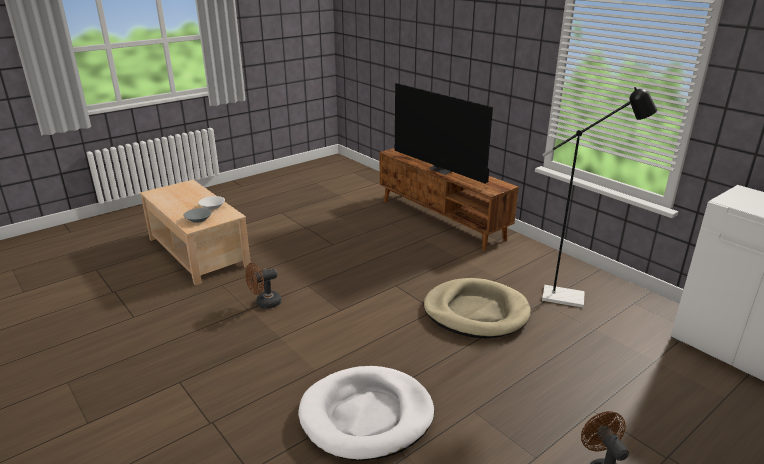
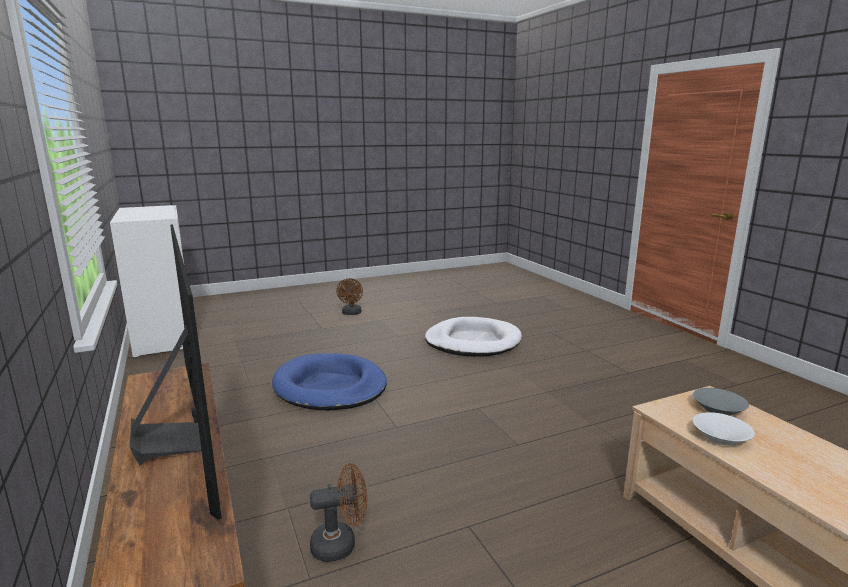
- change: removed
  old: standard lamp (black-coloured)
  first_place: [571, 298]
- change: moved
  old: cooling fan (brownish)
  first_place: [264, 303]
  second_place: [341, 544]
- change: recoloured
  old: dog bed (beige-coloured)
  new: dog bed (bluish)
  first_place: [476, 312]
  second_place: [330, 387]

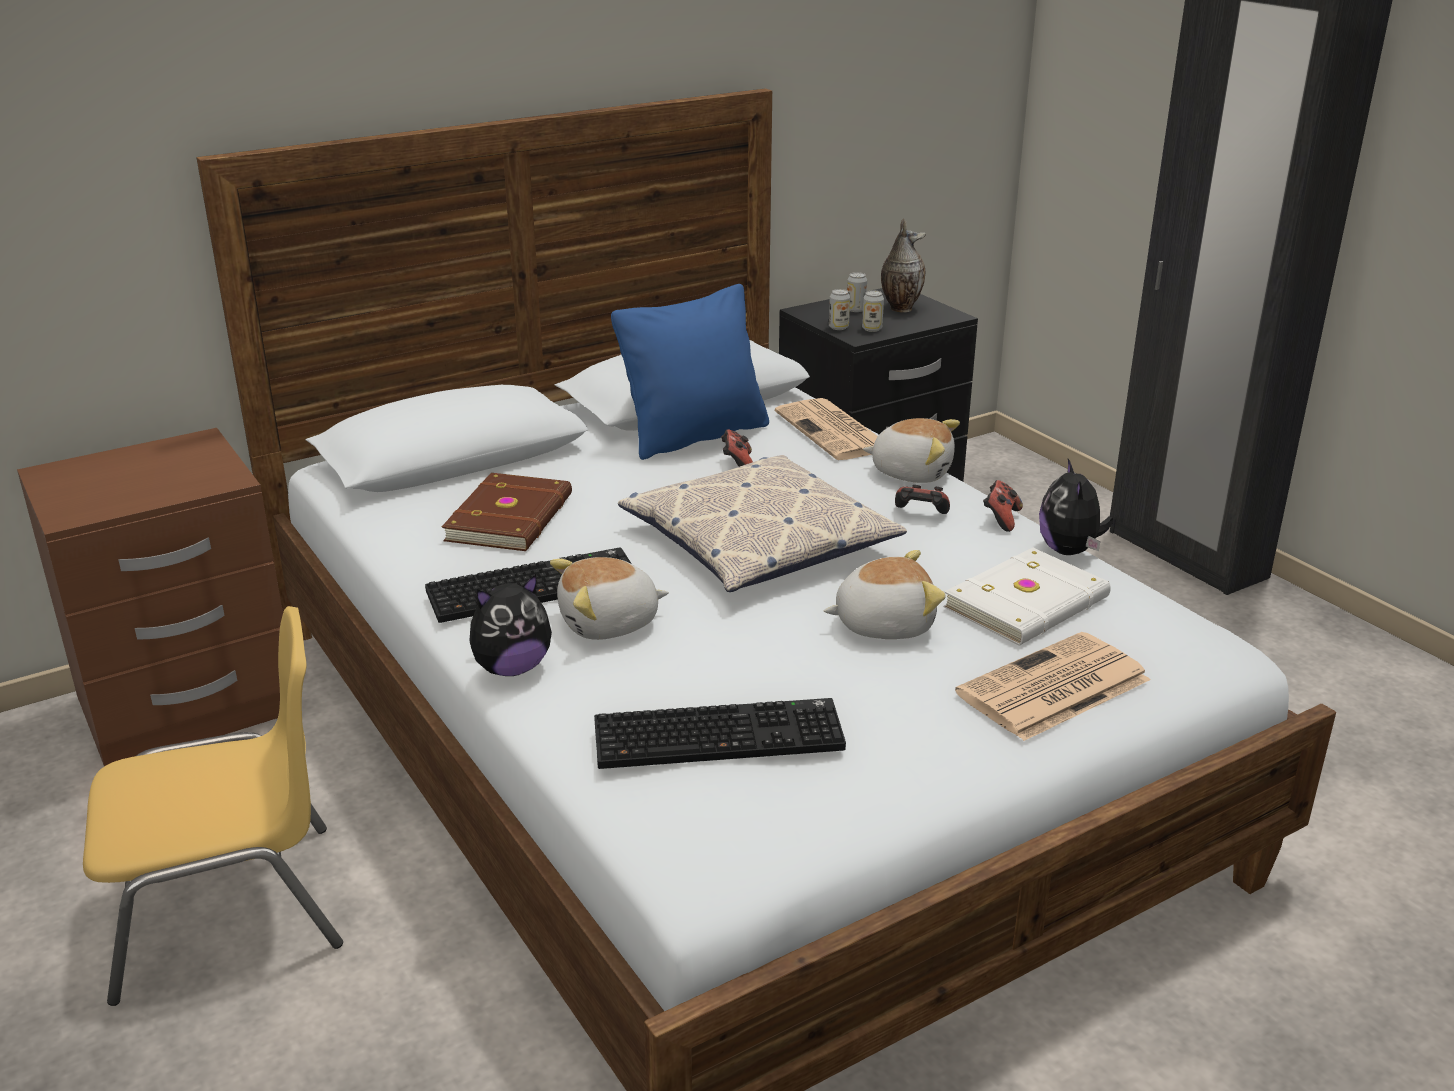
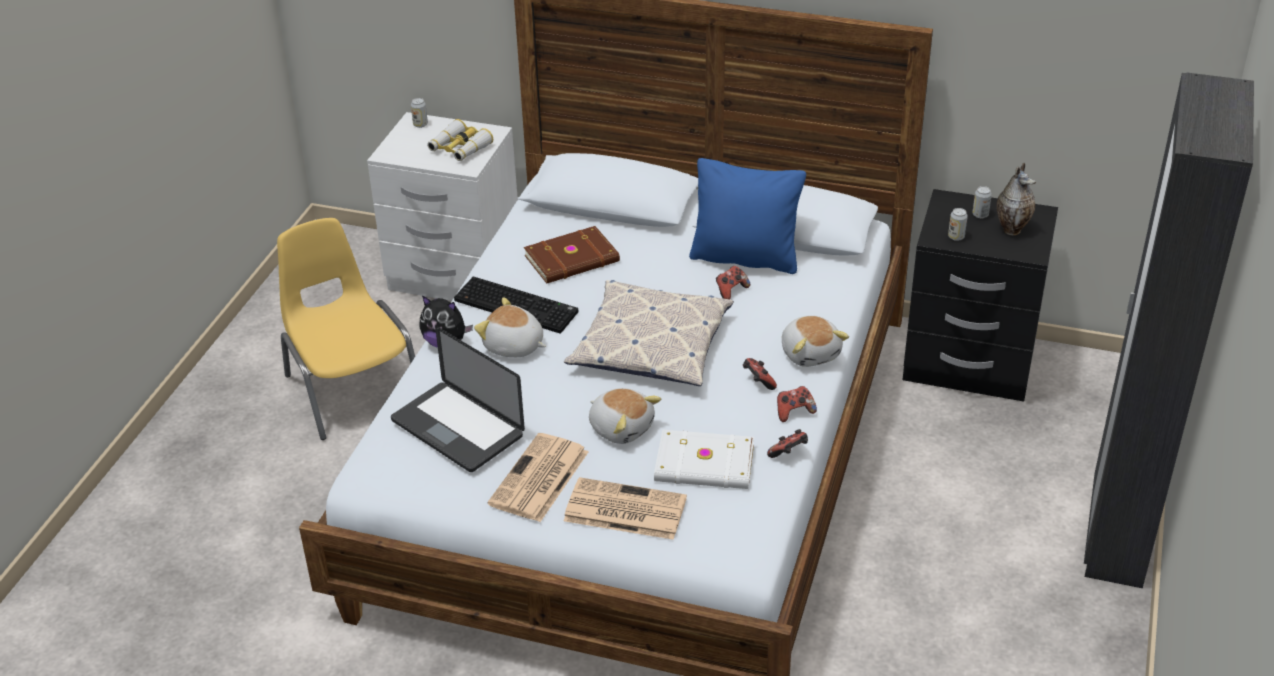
- change: added
  new: pair of binoculars
  second_place: [460, 148]
- change: moved
  old: printed paper
  first_place: [835, 432]
  second_place: [539, 479]
- change: moved
  old: sealed can
  first_place: [838, 327]
  second_place: [420, 124]
- change: replaced
  old: keyboard
  new: portable computer
  first_place: [720, 734]
  second_place: [457, 428]
- change: replaced
  old: cuddly toy
  new: game controller
  first_place: [1070, 551]
  second_place: [789, 454]
- change: recoloured
  old: bedside table (brownish)
  new: bedside table (whitish)
  first_place: [188, 707]
  second_place: [454, 275]
- change: turned
  old: upright chair (yellow)
  first_place: [231, 908]
  second_place: [352, 388]
  degrees: -150

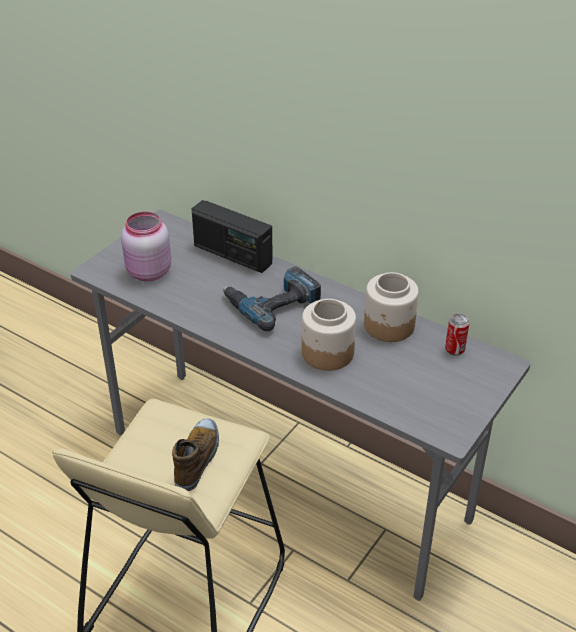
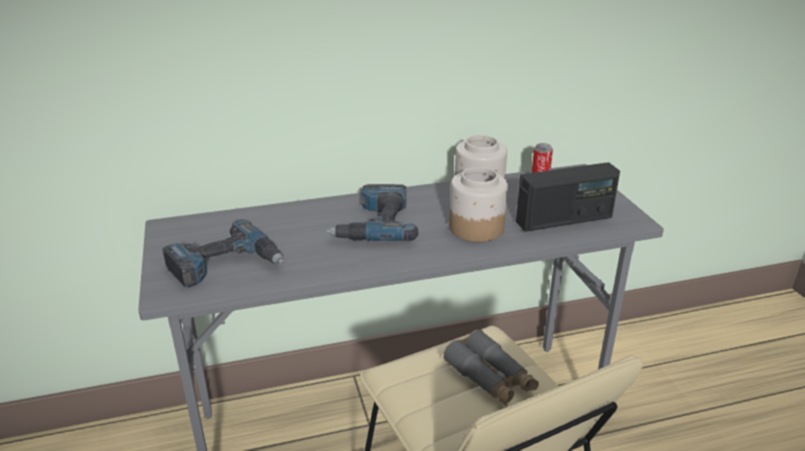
- change: moved
  old: radio
  first_place: [232, 255]
  second_place: [564, 220]
- change: replaced
  old: storage jar (pink)
  new: electric drill
  first_place: [147, 272]
  second_place: [226, 265]
- change: replaced
  old: shoe
  new: pair of binoculars (grey)
  first_place: [197, 459]
  second_place: [490, 378]

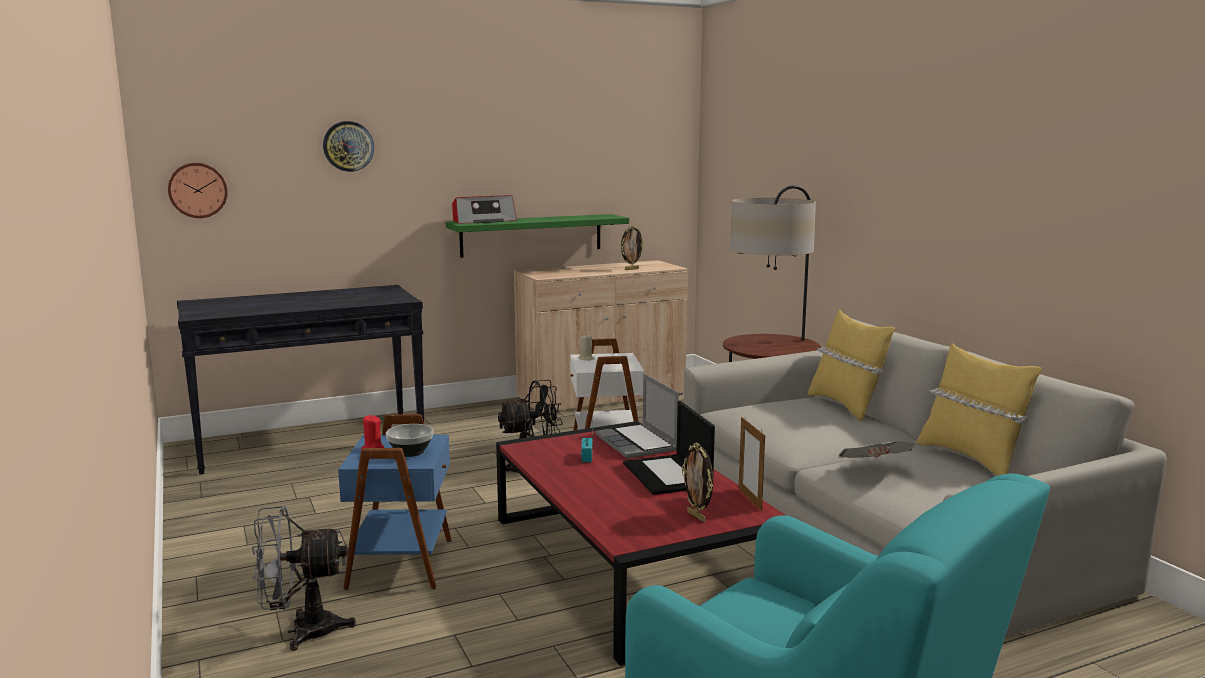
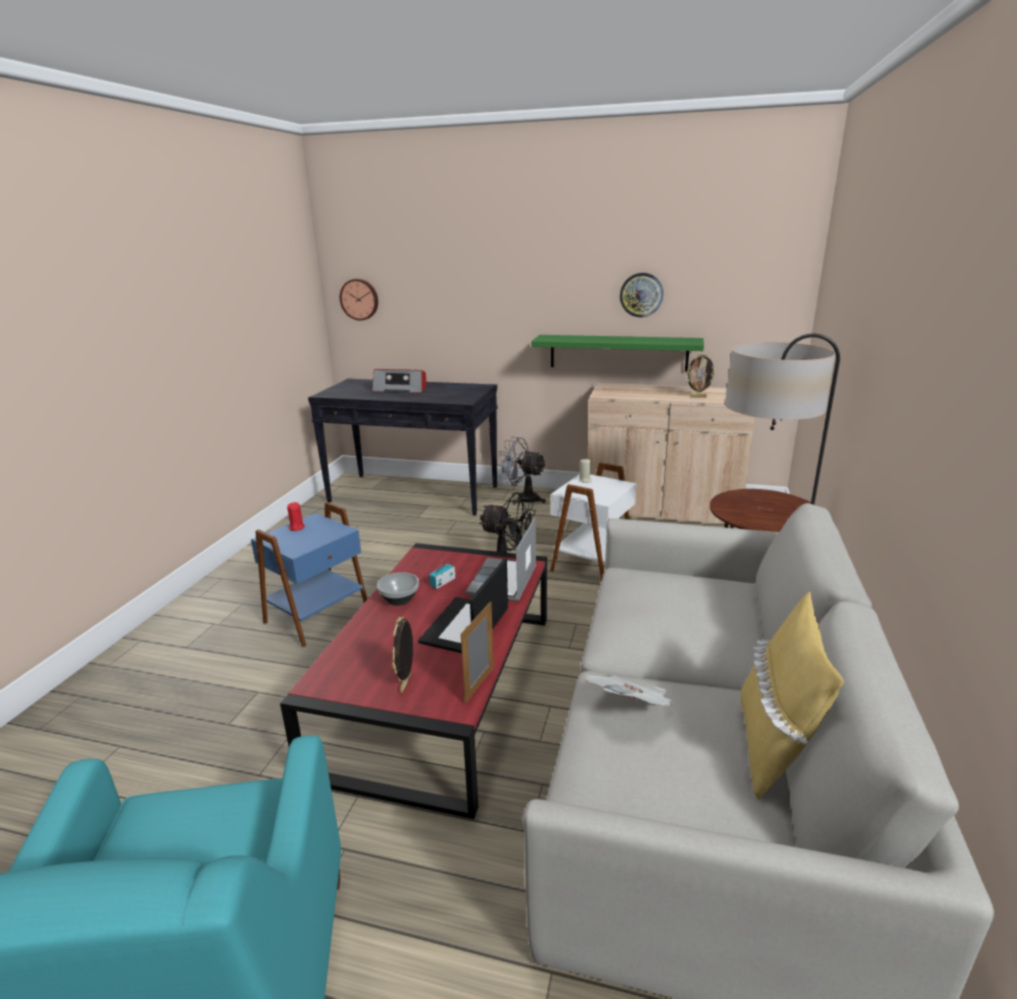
- change: removed
  old: throw pillow (yellow)
  first_place: [846, 405]
- change: moved
  old: cooling fan (grey)
  first_place: [302, 631]
  second_place: [522, 498]
- change: moved
  old: clock on the wall
  first_place: [348, 146]
  second_place: [641, 295]
- change: moved
  old: bowl
  first_place: [411, 452]
  second_place: [399, 600]
- change: moved
  old: radio
  first_place: [483, 221]
  second_place: [401, 389]

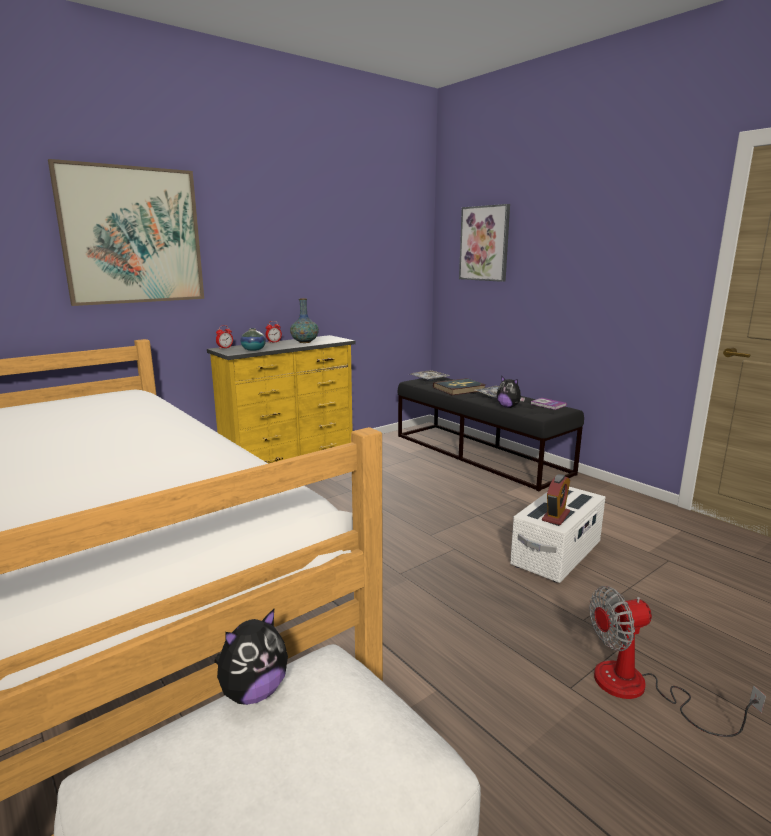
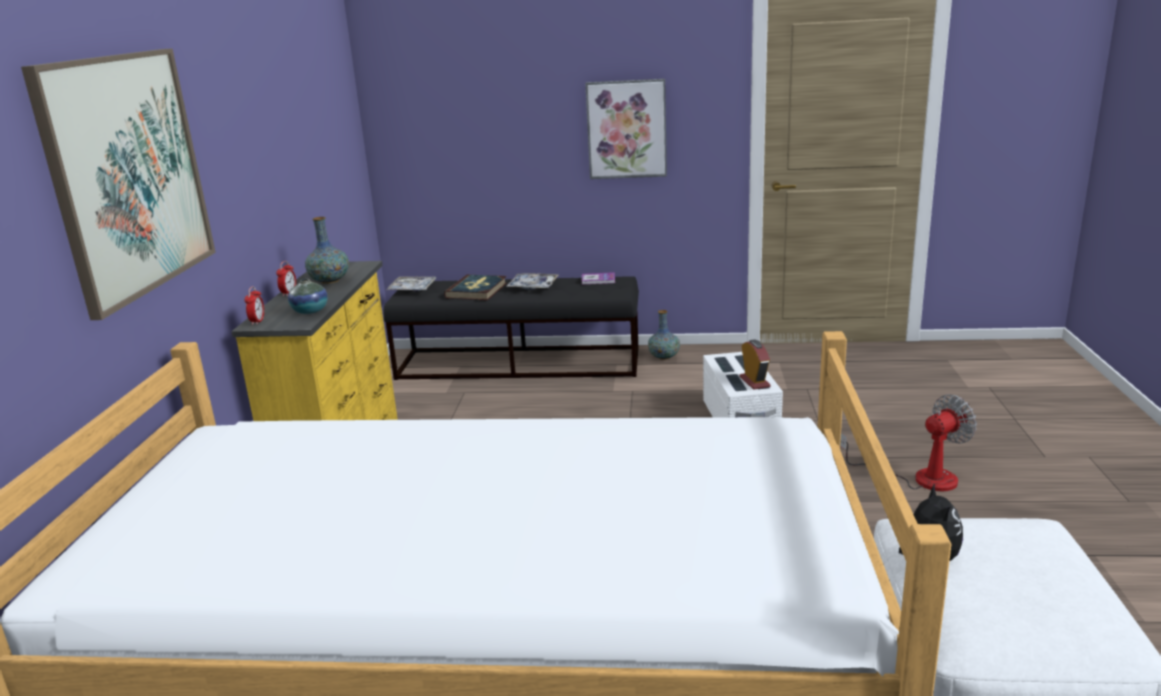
- change: removed
  old: cuddly toy
  first_place: [508, 407]
- change: added
  new: decorative vase
  second_place: [664, 357]
- change: moved
  old: wall art
  first_place: [484, 243]
  second_place: [626, 129]
- change: turned
  old: cooling fan
  first_place: [639, 689]
  second_place: [919, 478]
  degrees: -150

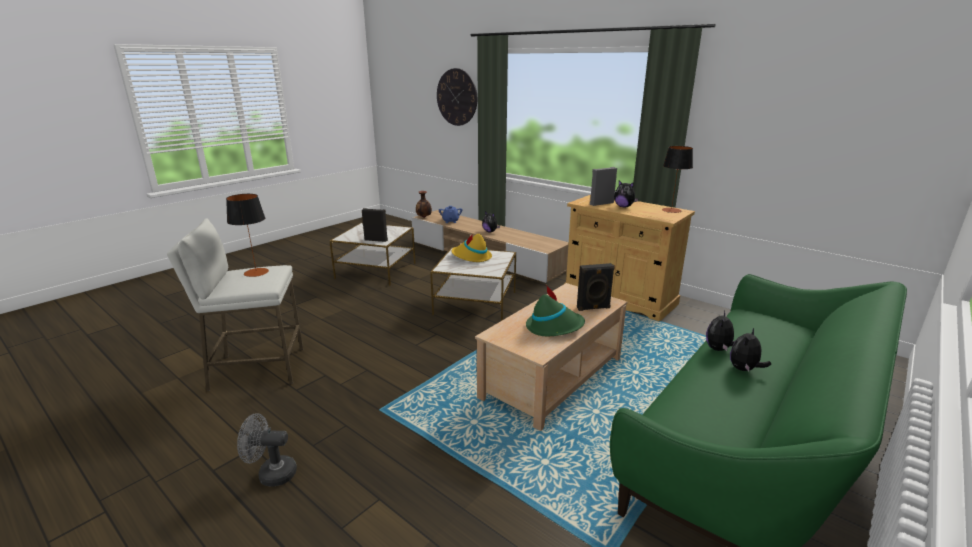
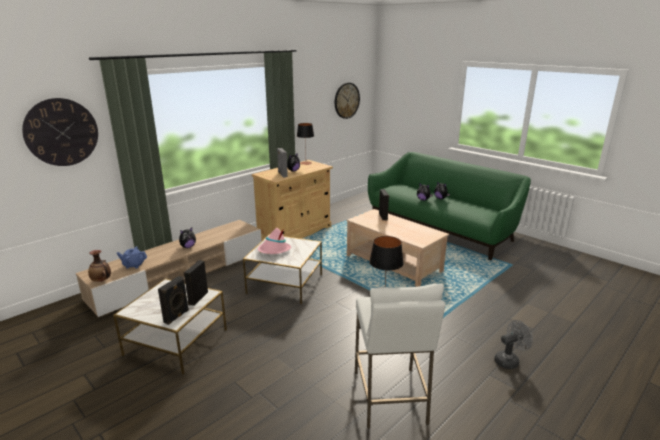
- change: removed
  old: hat (green)
  first_place: [554, 327]
- change: added
  new: audio speaker (black-coloured)
  second_place: [177, 316]
- change: added
  new: clock on the wall
  second_place: [346, 100]
- change: recoloured
  old: hat (yellow)
  new: hat (pink)
  first_place: [471, 257]
  second_place: [274, 250]
- change: turned
  old: cooling fan (grey)
  first_place: [271, 474]
  second_place: [509, 360]
  degrees: -120

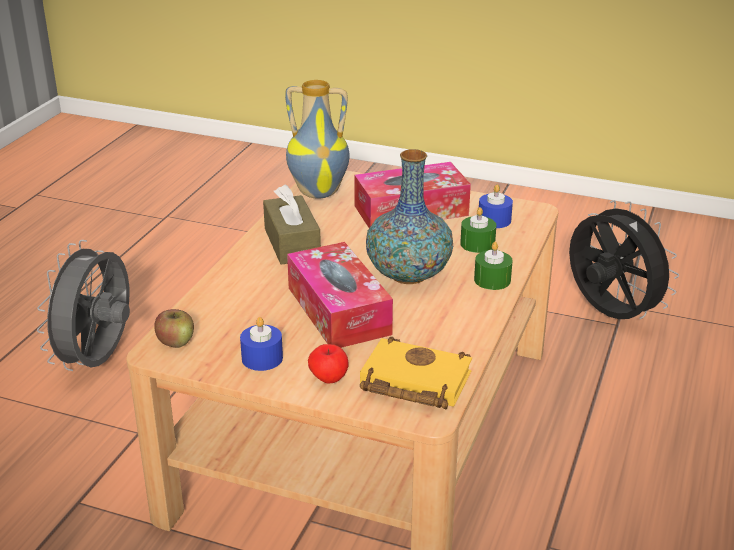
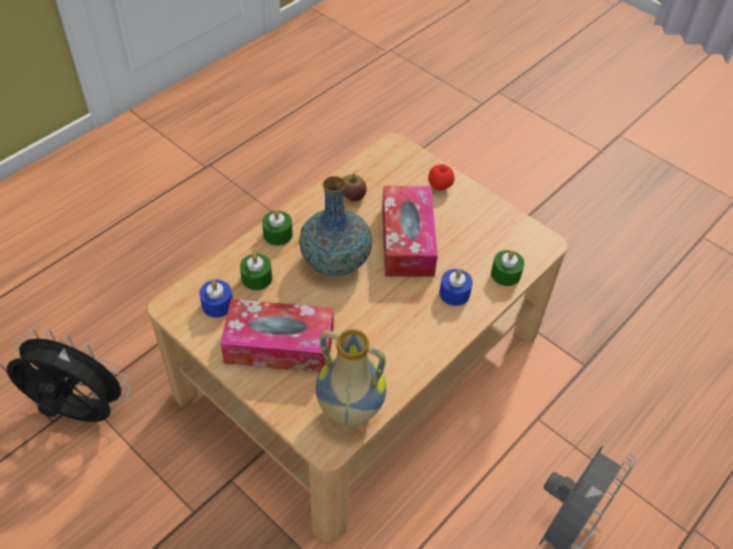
- change: removed
  old: tissue holder (brownish)
  first_place: [292, 243]
- change: removed
  old: volume (yellow)
  first_place: [411, 382]
- change: added
  new: wax candle (green)
  second_place: [505, 274]
- change: moved
  old: apple
  first_place: [176, 341]
  second_place: [352, 196]
- change: moved
  old: wax candle (bluish)
  first_place: [262, 358]
  second_place: [454, 293]
- change: turned
  old: cooling fan (black-coloured)
  first_place: [609, 315]
  second_place: [78, 412]
  degrees: 120

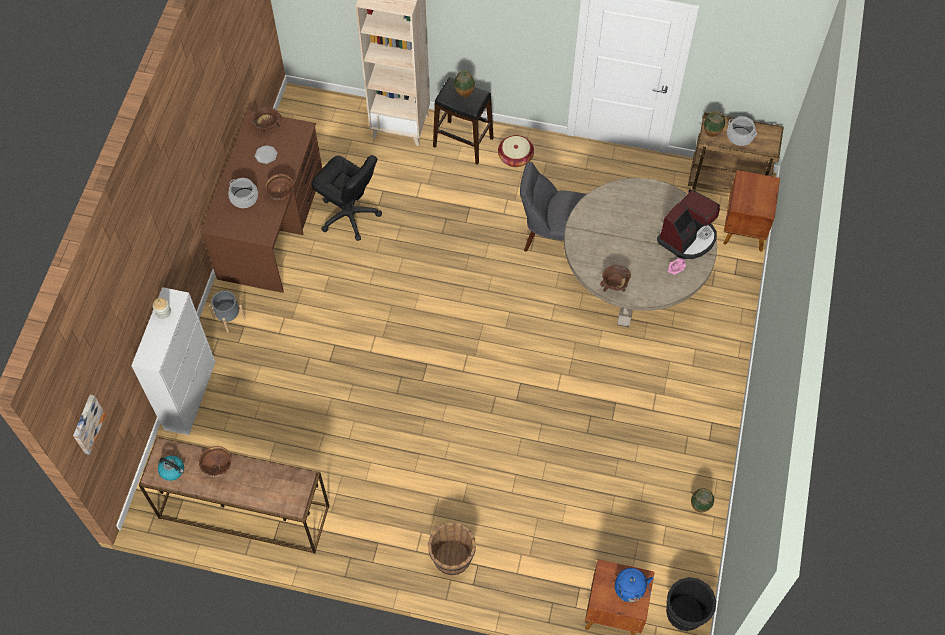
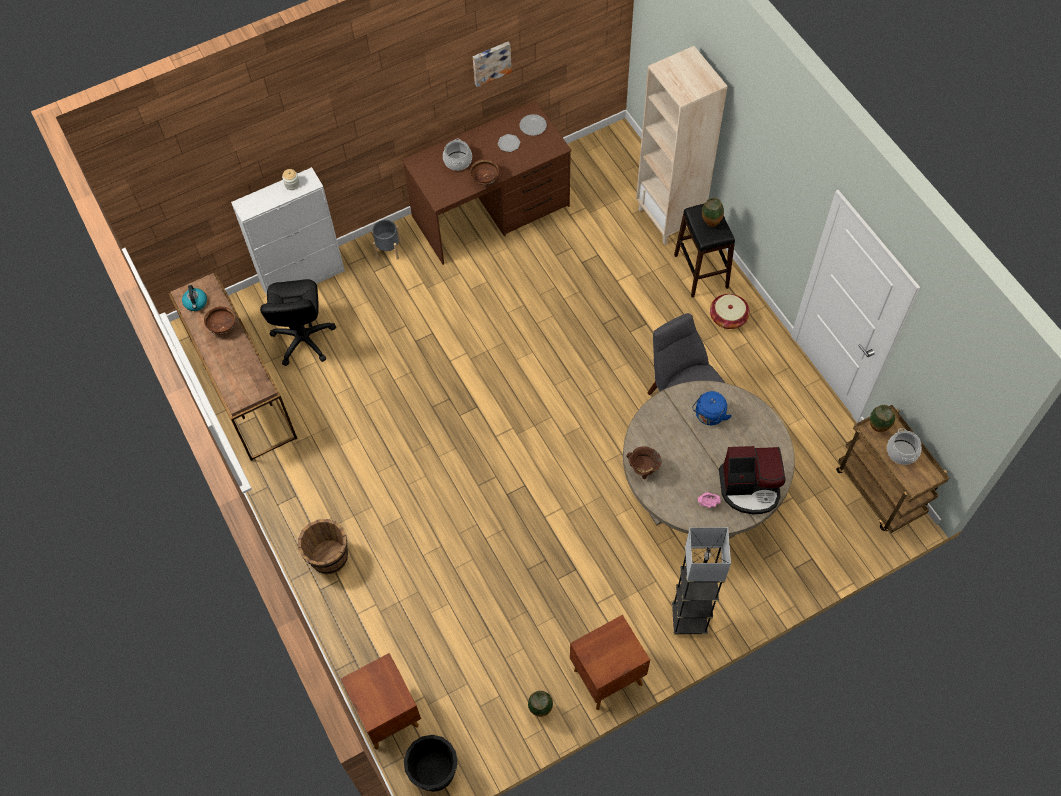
- change: added
  new: standard lamp (grey)
  second_place: [689, 619]
- change: moved
  old: wall art
  first_place: [87, 424]
  second_place: [491, 62]
- change: moved
  old: office chair (black-coloured)
  first_place: [349, 215]
  second_place: [303, 339]
- change: moved
  old: water kettle (bluish)
  first_place: [630, 591]
  second_place: [709, 416]
- change: moved
  old: bedside table (brownish)
  first_place: [744, 230]
  second_place: [606, 676]
- change: replaced
  old: stockpot (brownish)
  new: flat dish
  first_place: [267, 128]
  second_place: [533, 125]

